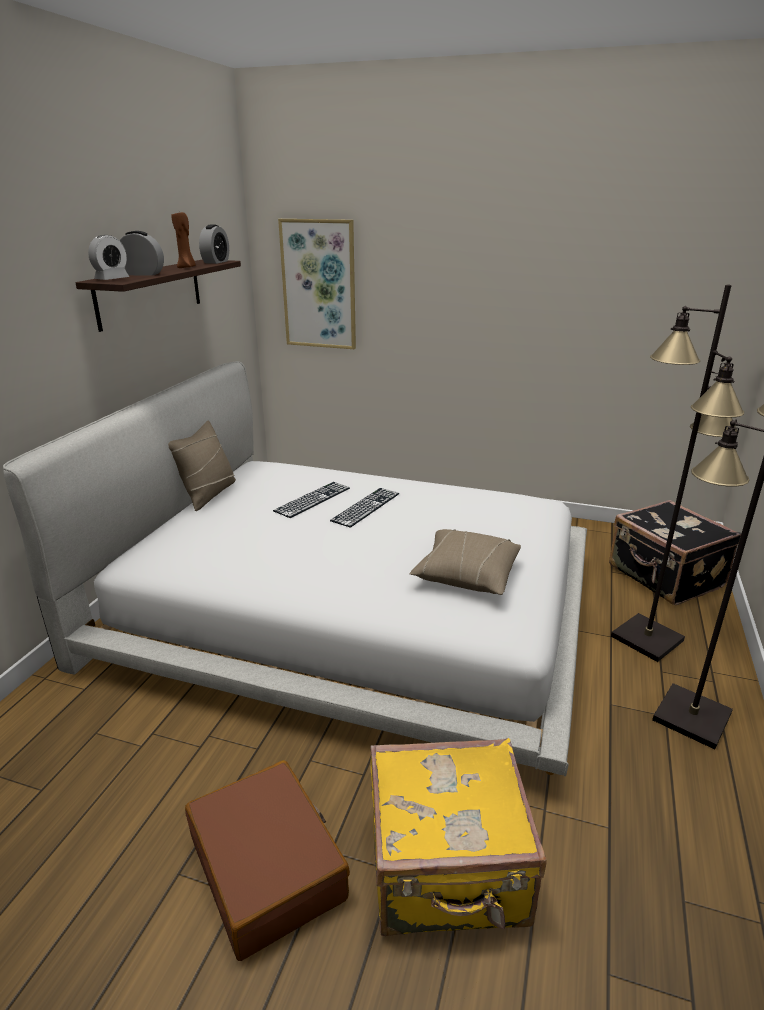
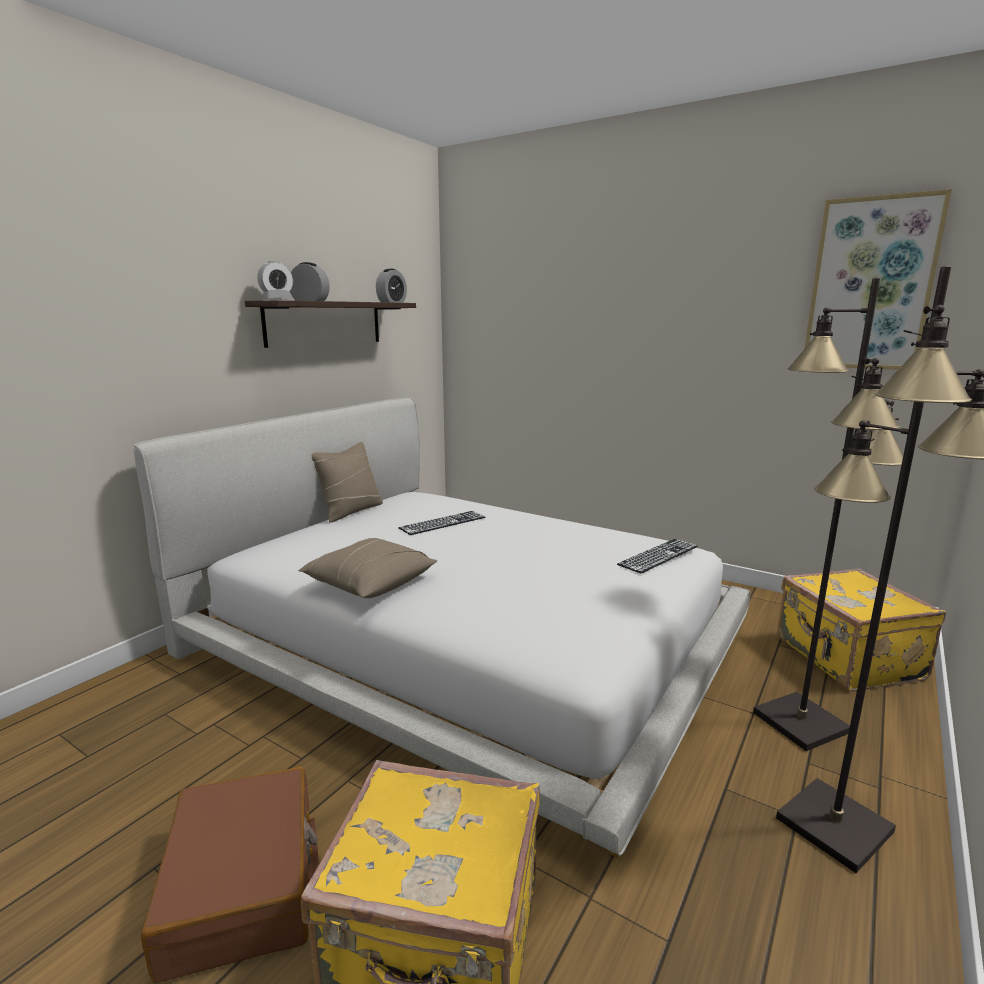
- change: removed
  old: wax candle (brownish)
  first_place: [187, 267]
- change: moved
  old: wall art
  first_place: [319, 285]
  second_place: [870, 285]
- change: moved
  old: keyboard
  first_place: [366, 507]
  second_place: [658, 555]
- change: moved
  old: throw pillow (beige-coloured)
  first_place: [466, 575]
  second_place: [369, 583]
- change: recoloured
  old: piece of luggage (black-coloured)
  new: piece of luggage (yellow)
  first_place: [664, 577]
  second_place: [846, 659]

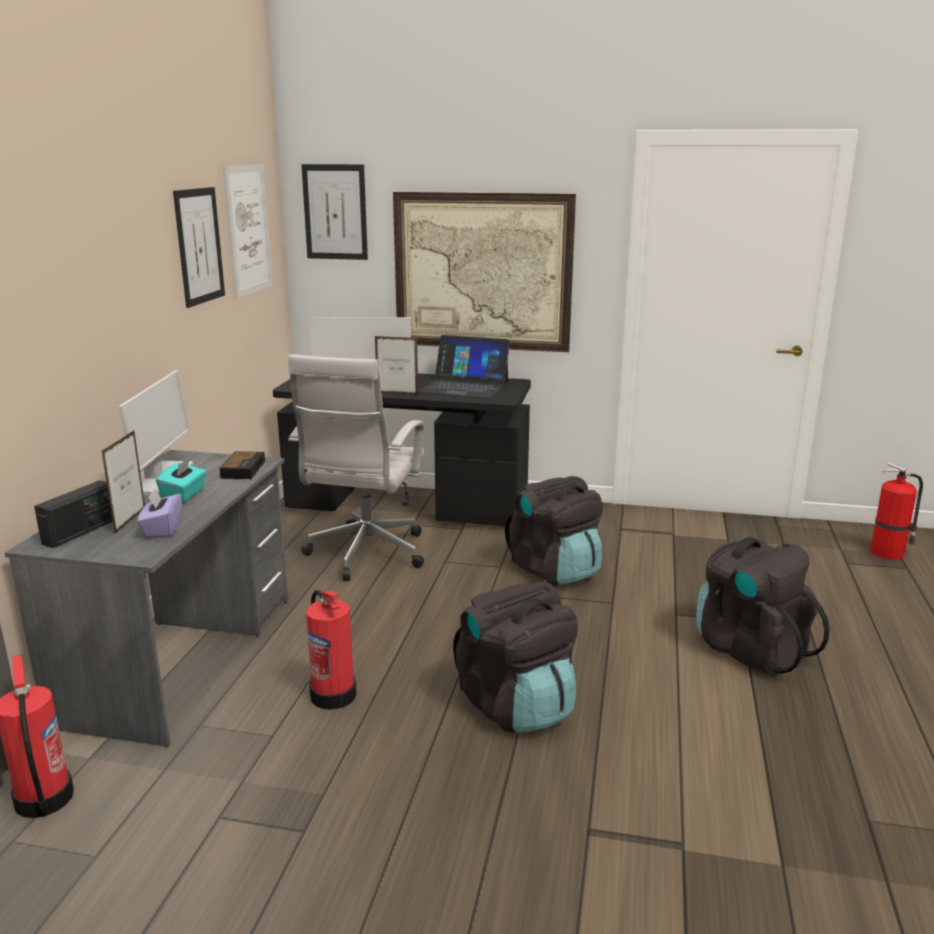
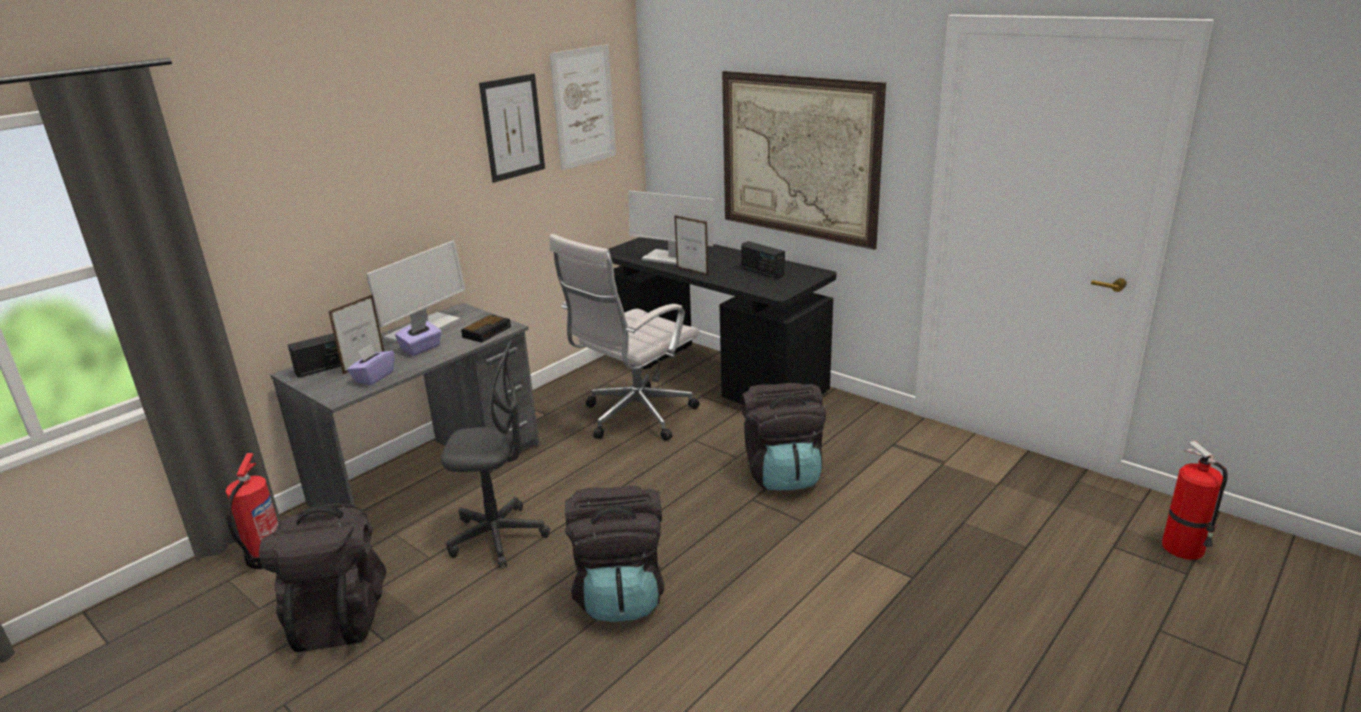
- change: removed
  old: wall art
  first_place: [335, 212]
- change: moved
  old: knapsack (black-coloured)
  first_place: [750, 649]
  second_place: [339, 616]
- change: replaced
  old: fire-fighting cylinder
  new: office chair (grey)
  first_place: [333, 694]
  second_place: [498, 537]
- change: replaced
  old: portable computer
  new: radio
  first_place: [464, 386]
  second_place: [762, 272]
- change: recoloured
  old: tissue holder (blue-green)
  new: tissue holder (purple-coloured)
  first_place: [184, 495]
  second_place: [421, 348]

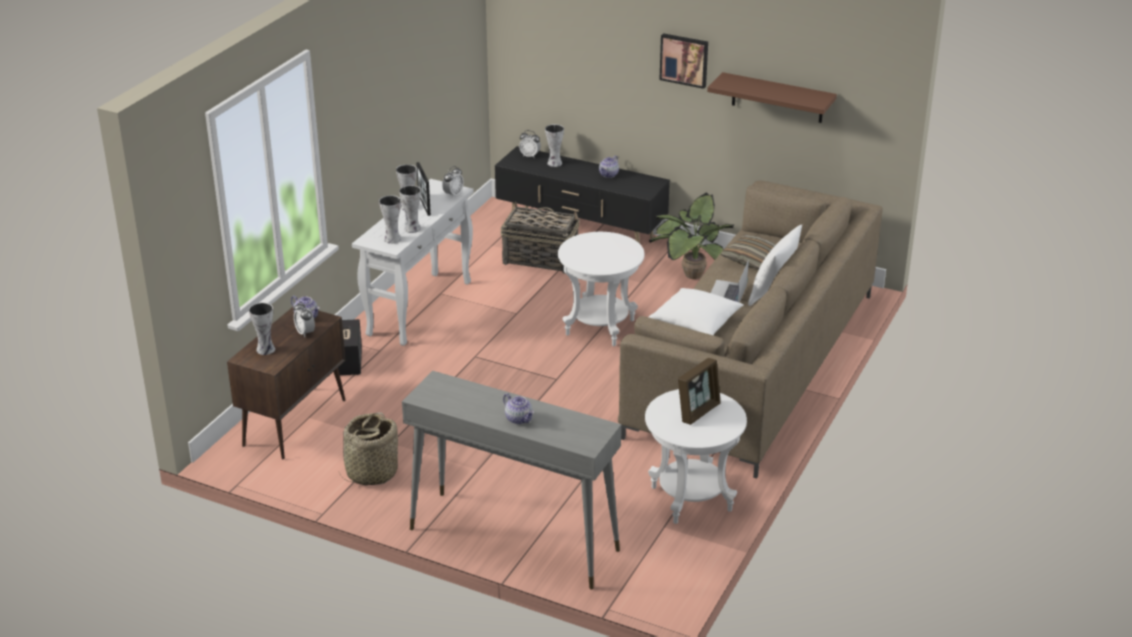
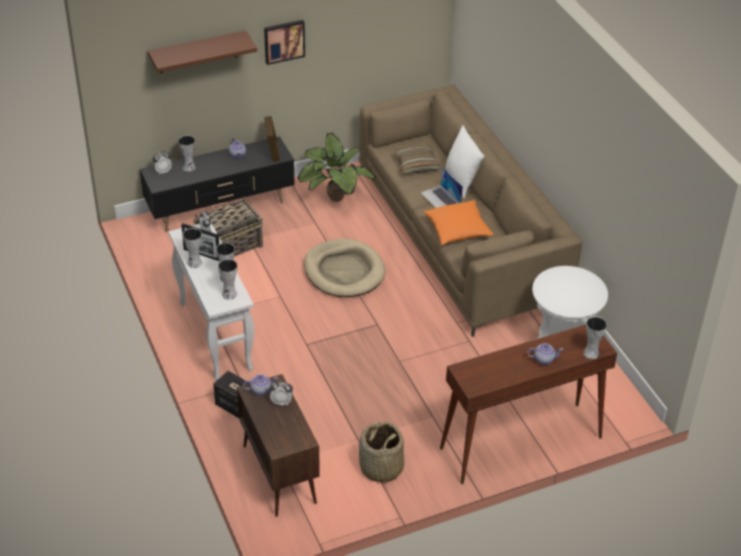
- change: moved
  old: decorative vase
  first_place: [266, 349]
  second_place: [591, 352]
- change: moved
  old: photo frame
  first_place: [698, 411]
  second_place: [272, 152]
- change: moved
  old: bracket shelf (brownish)
  first_place: [777, 98]
  second_place: [198, 52]
- change: replaced
  old: side table (whitish)
  new: dog bed (beige-coloured)
  first_place: [600, 328]
  second_place: [344, 271]
- change: recoloured
  old: narrow table (grey)
  new: narrow table (brownish)
  first_place: [512, 539]
  second_place: [520, 443]
- change: recoloured
  old: throw pillow (whitish)
  new: throw pillow (orangey)
  first_place: [695, 323]
  second_place: [457, 230]

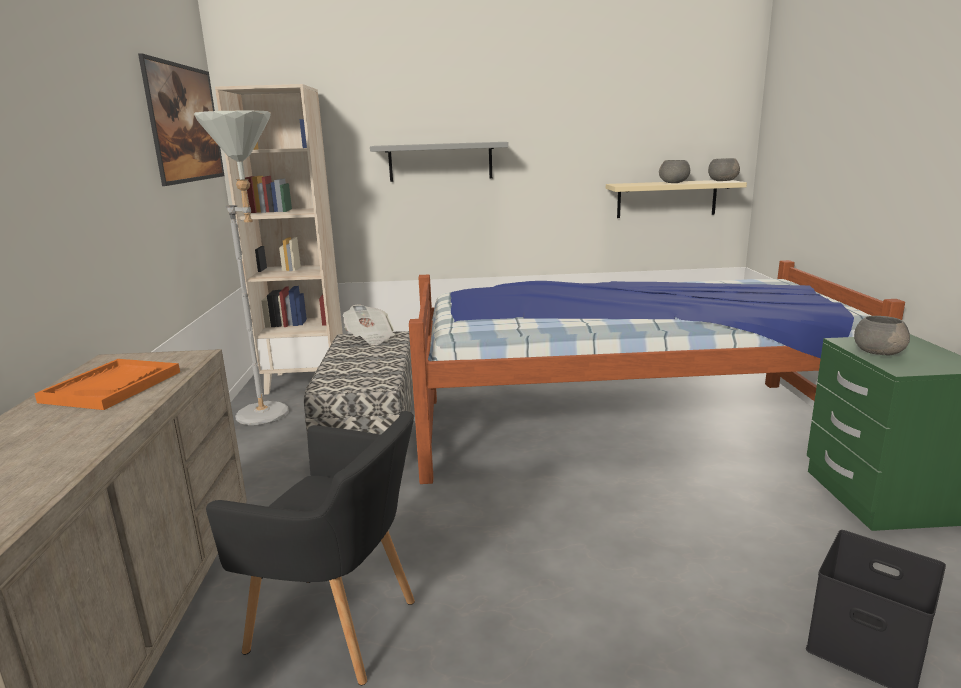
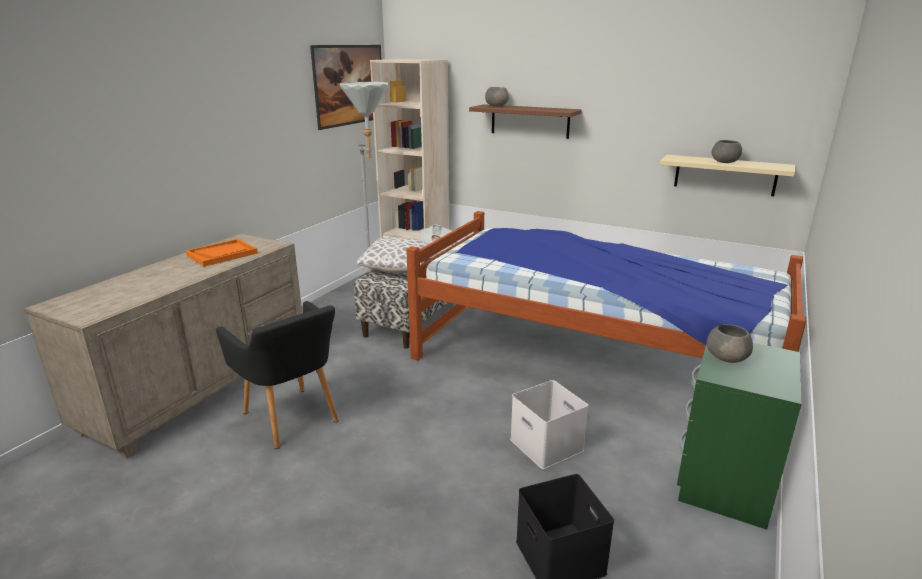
- change: added
  new: throw pillow
  second_place: [398, 268]
- change: added
  new: storage bin (whitish)
  second_place: [548, 445]
- change: moved
  old: bowl (grey)
  first_place: [722, 181]
  second_place: [497, 106]
- change: recoloured
  old: bracket shelf (grey)
  new: bracket shelf (brownish)
  first_place: [440, 162]
  second_place: [529, 121]

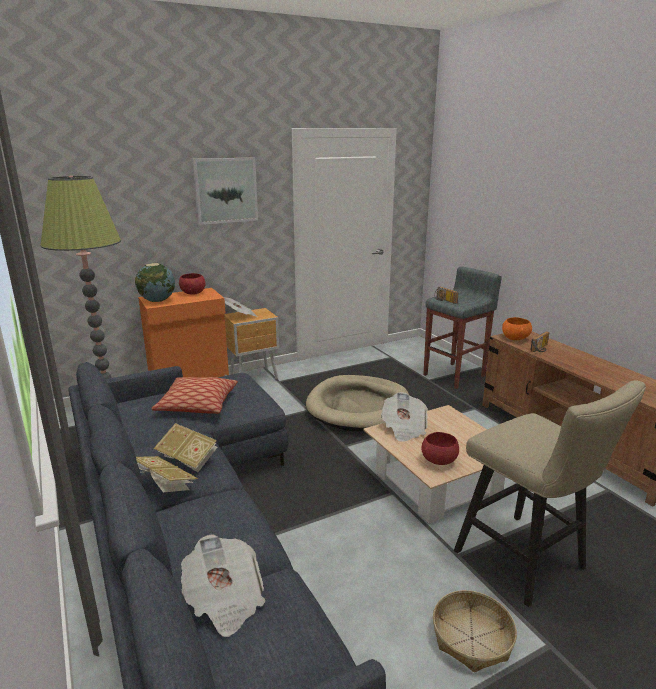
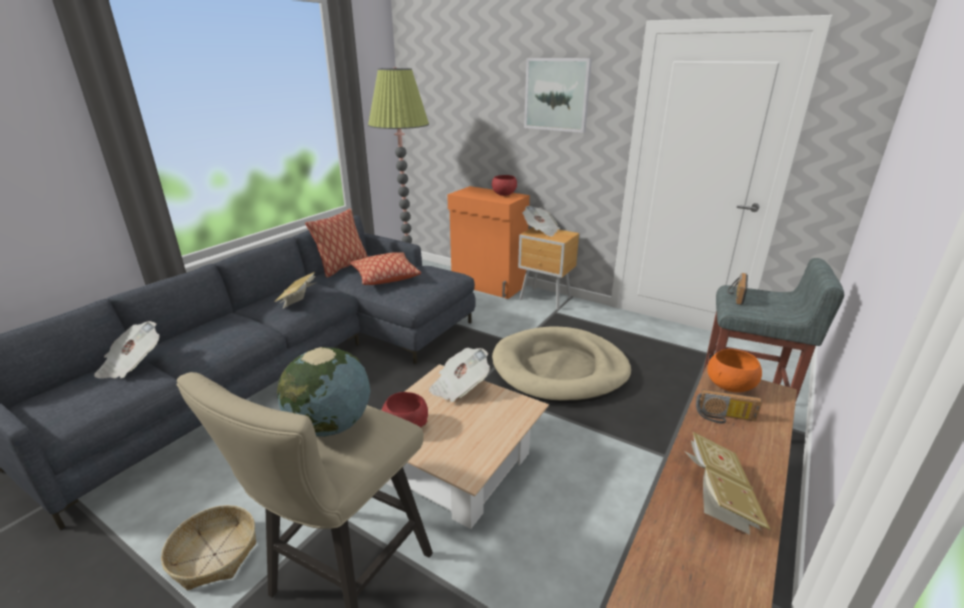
- change: added
  new: throw pillow
  second_place: [342, 267]
- change: moved
  old: desk globe
  first_place: [157, 301]
  second_place: [330, 426]
- change: moved
  old: volume
  first_place: [163, 485]
  second_place: [718, 498]

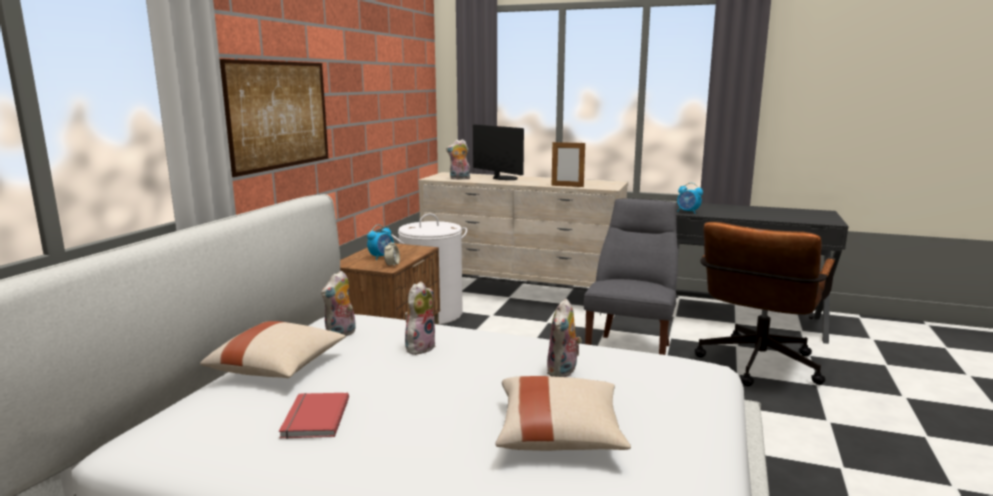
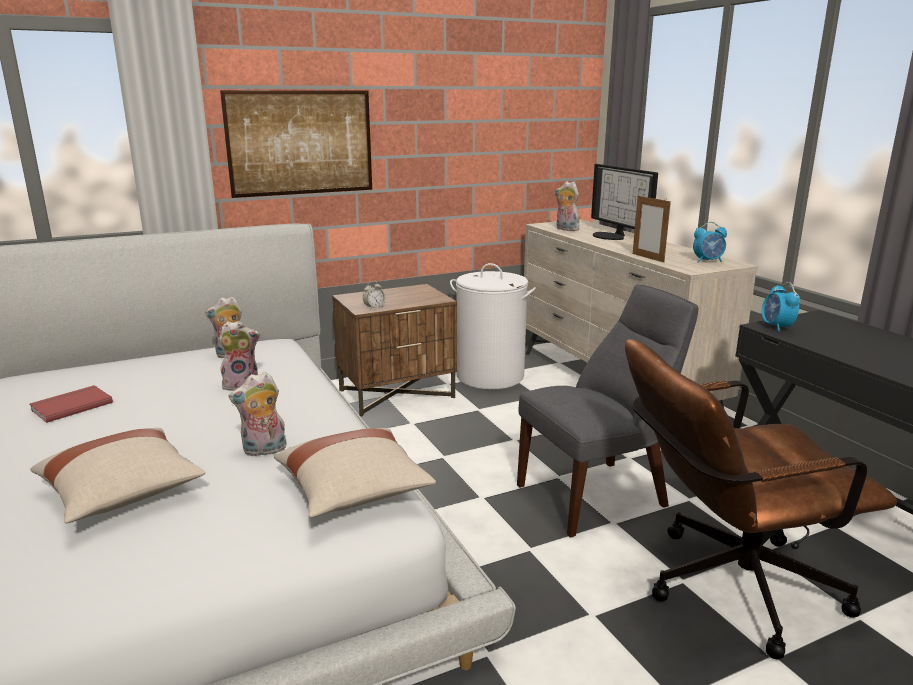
- change: moved
  old: throw pillow (beige-coloured)
  first_place: [279, 368]
  second_place: [354, 492]
- change: moved
  old: table clock
  first_place: [381, 257]
  second_place: [708, 261]
- change: turned
  old: monitor
  first_place: [502, 178]
  second_place: [612, 236]
  degrees: 150

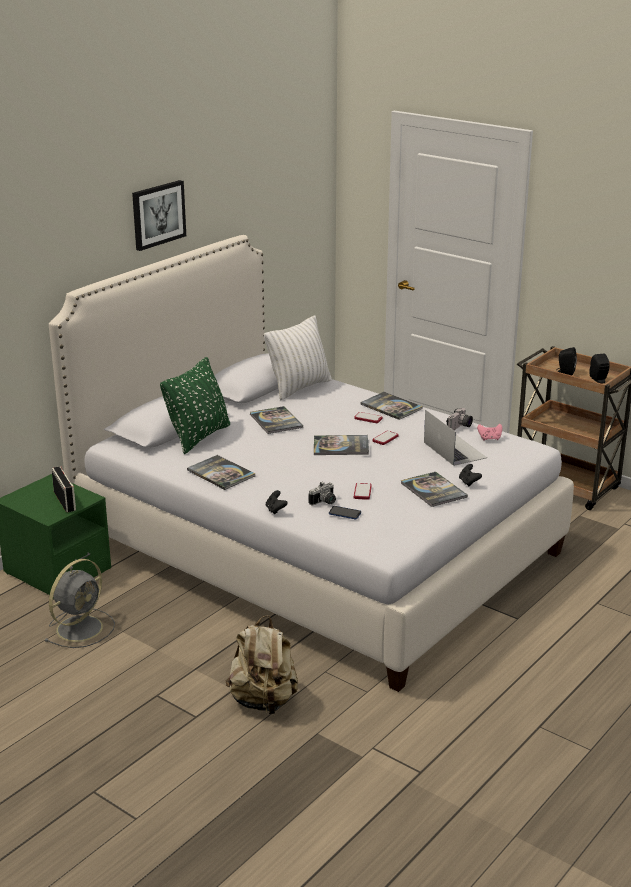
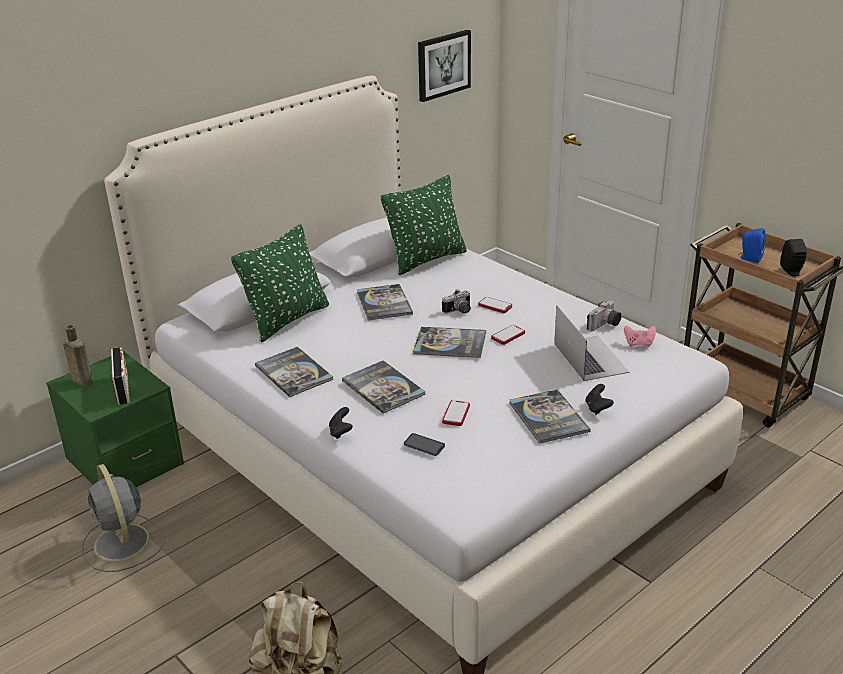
- change: added
  new: bottle (brownish)
  second_place: [81, 381]
- change: moved
  old: wall art
  first_place: [158, 214]
  second_place: [443, 65]
- change: moved
  old: photo camera
  first_place: [324, 502]
  second_place: [459, 311]
- change: moved
  old: volume
  first_place: [391, 407]
  second_place: [383, 388]
- change: recoloured
  old: throw pillow (whitish)
  new: throw pillow (green)
  first_place: [299, 387]
  second_place: [426, 259]
- change: recoloured
  old: audio speaker (black-coloured)
  new: audio speaker (bluish)
  first_place: [565, 372]
  second_place: [749, 258]
- change: turned
  old: cooling fan (grey)
  first_place: [81, 627]
  second_place: [122, 544]
  degrees: 105

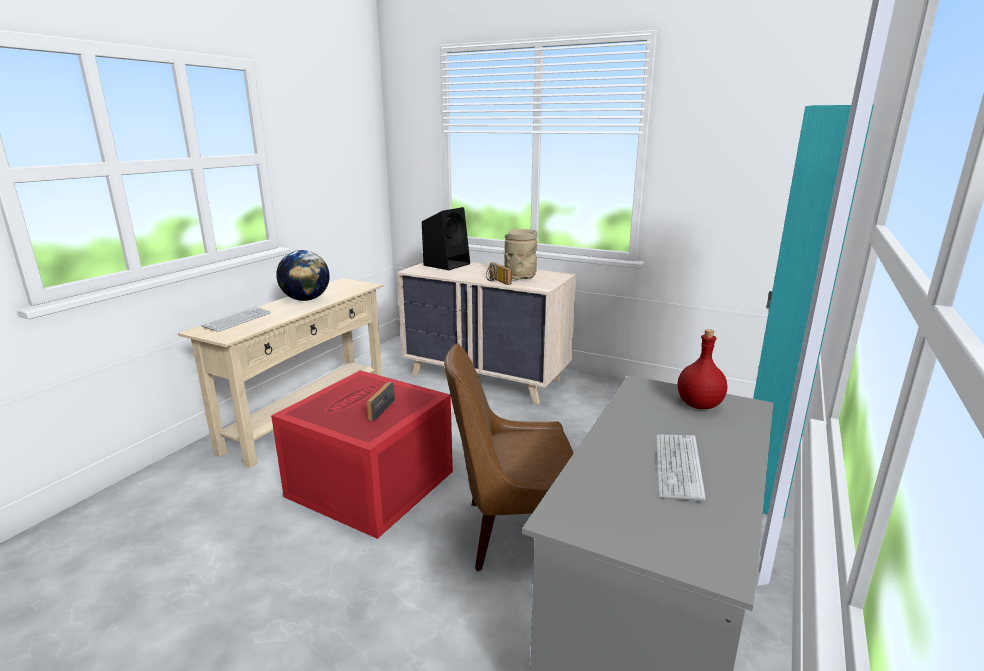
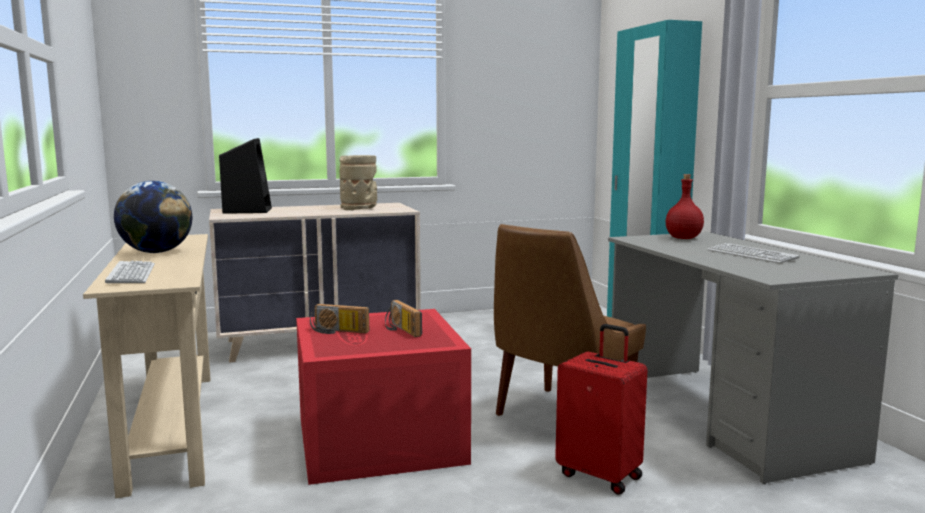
- change: added
  new: piece of luggage (reddish)
  second_place: [600, 475]
- change: moved
  old: radio
  first_place: [496, 281]
  second_place: [338, 331]

